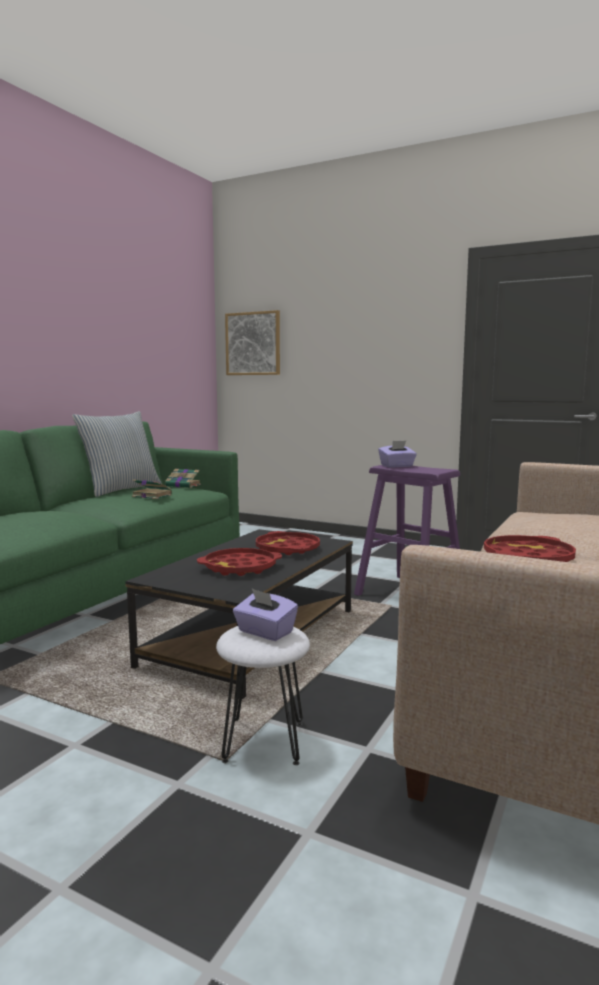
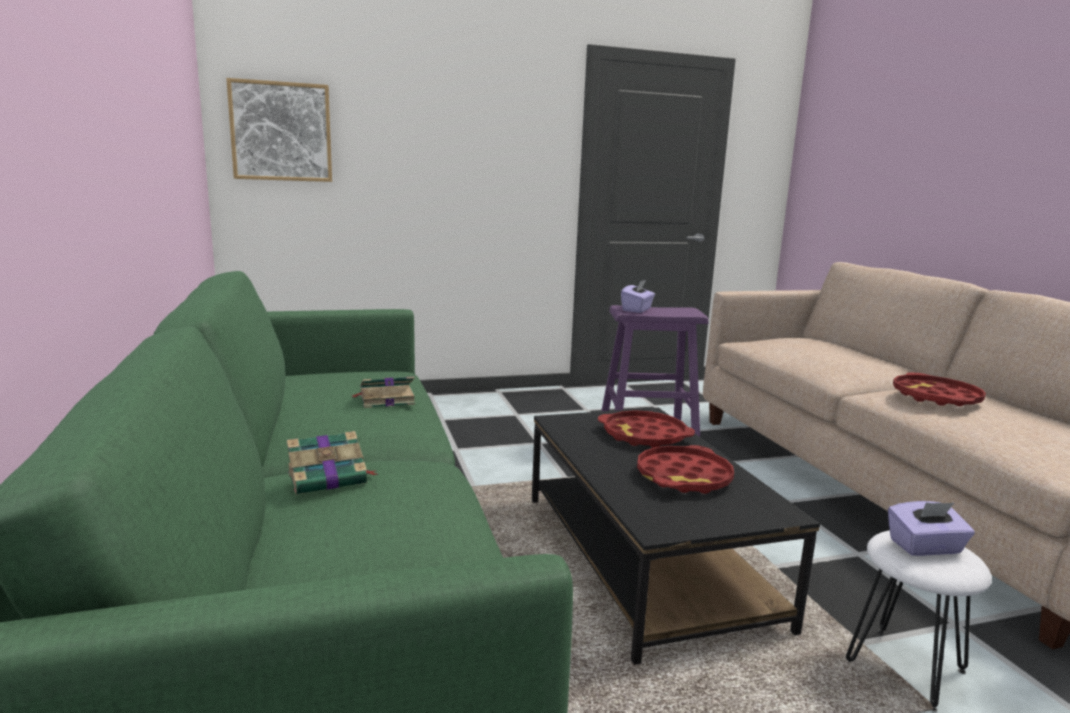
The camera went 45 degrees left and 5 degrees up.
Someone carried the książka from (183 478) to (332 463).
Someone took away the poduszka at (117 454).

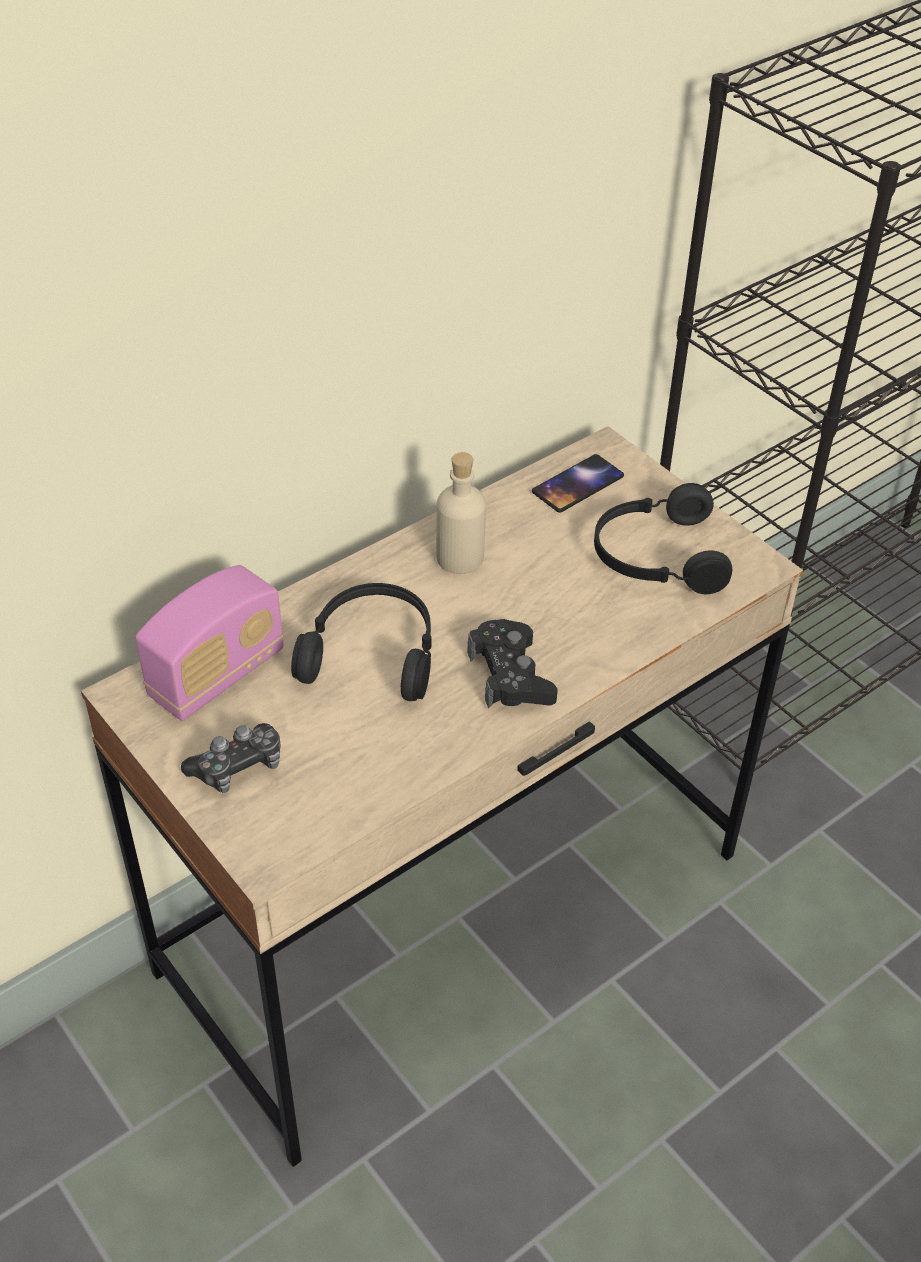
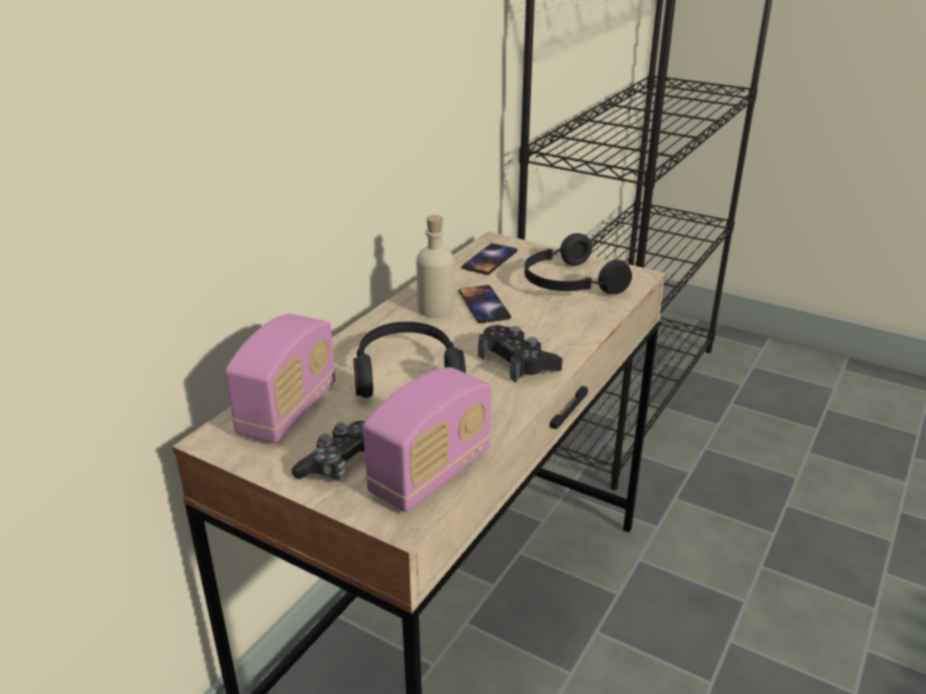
The camera went 20 degrees left and 15 degrees down.
Someone put down the radio at (427 439).
Someone put down the telefon at (485 304).

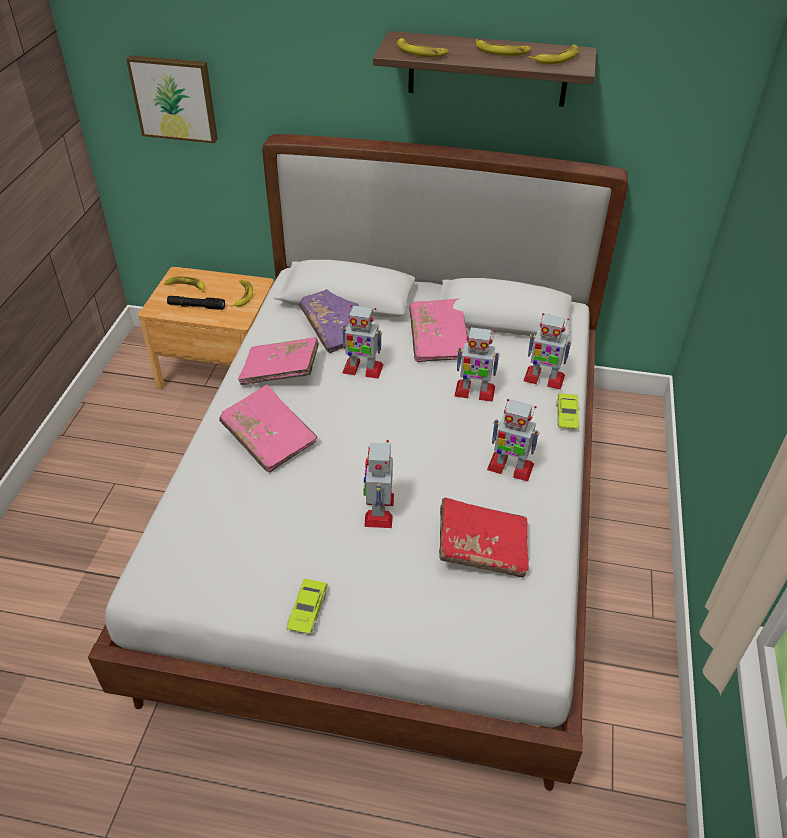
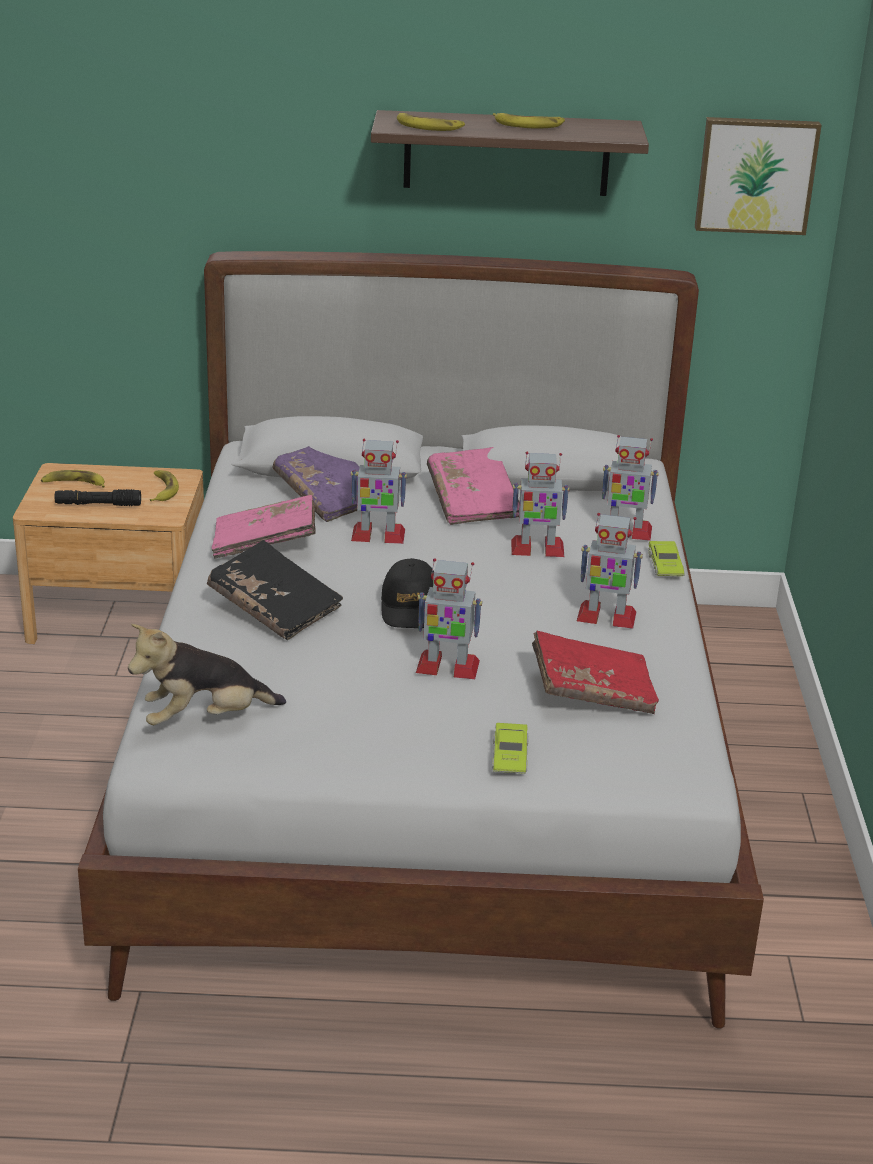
The camera went 10 degrees left and 15 degrees down.
Someone put down the pluszak at (207 674).
Someone repainted the książka (różowy) at (268 429), which became the książka (czarny) at (275 590).
Someone put down the czapka z daszkiem (czarny) at (407 593).
Someone rotated the robot zabawkowy at (378 484) by 75 degrees counterclockwise.
Someone carried the samochodzik (zielony) from (306 606) to (510 748).
Someone carried the obraz from (172 99) to (758 176).
Someone took away the banan at (554 54).

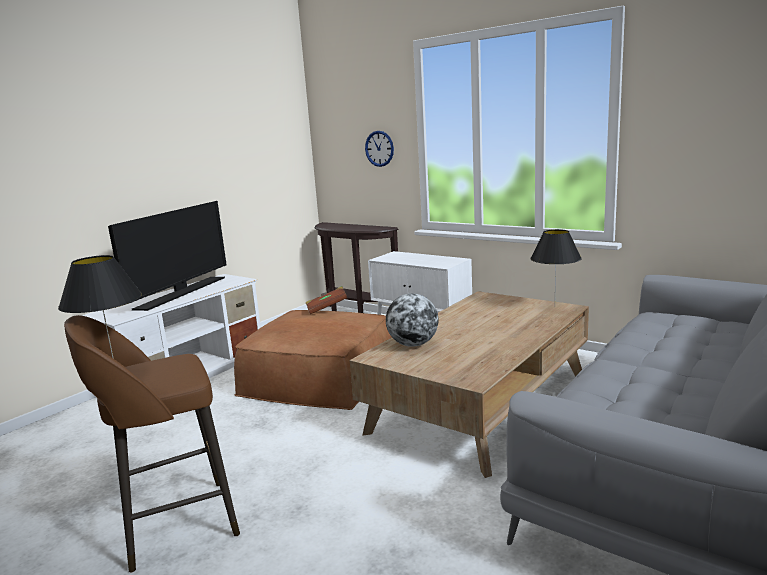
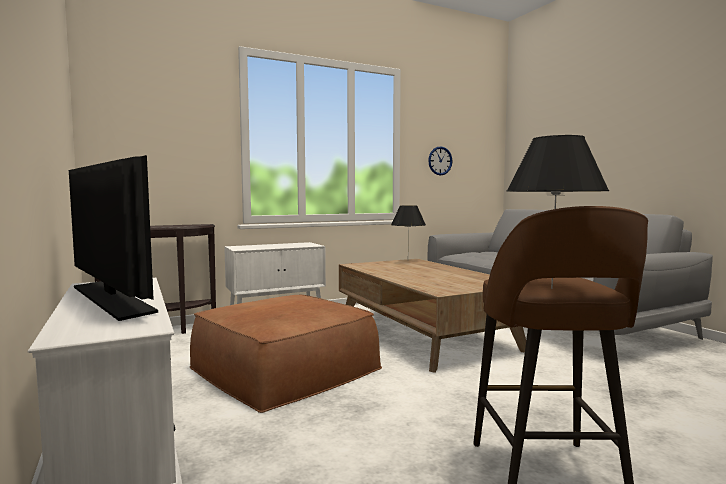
The camera went 65 degrees left and 10 degrees down.
Someone carried the zegar ścienny from (379 149) to (440 160).
Someone took away the książka (brązowy) at (326 300).
Someone took away the globus at (412 320).

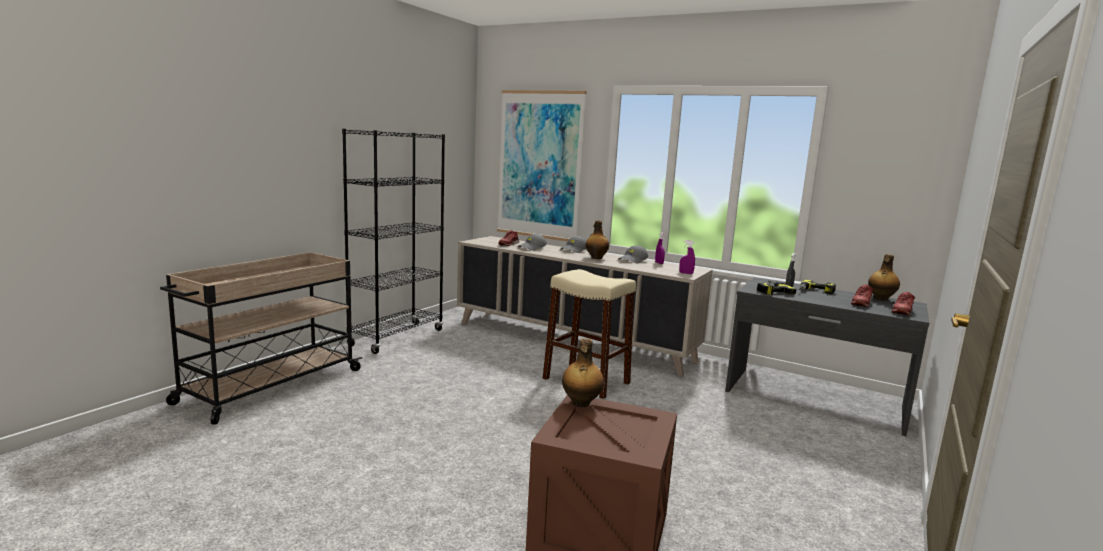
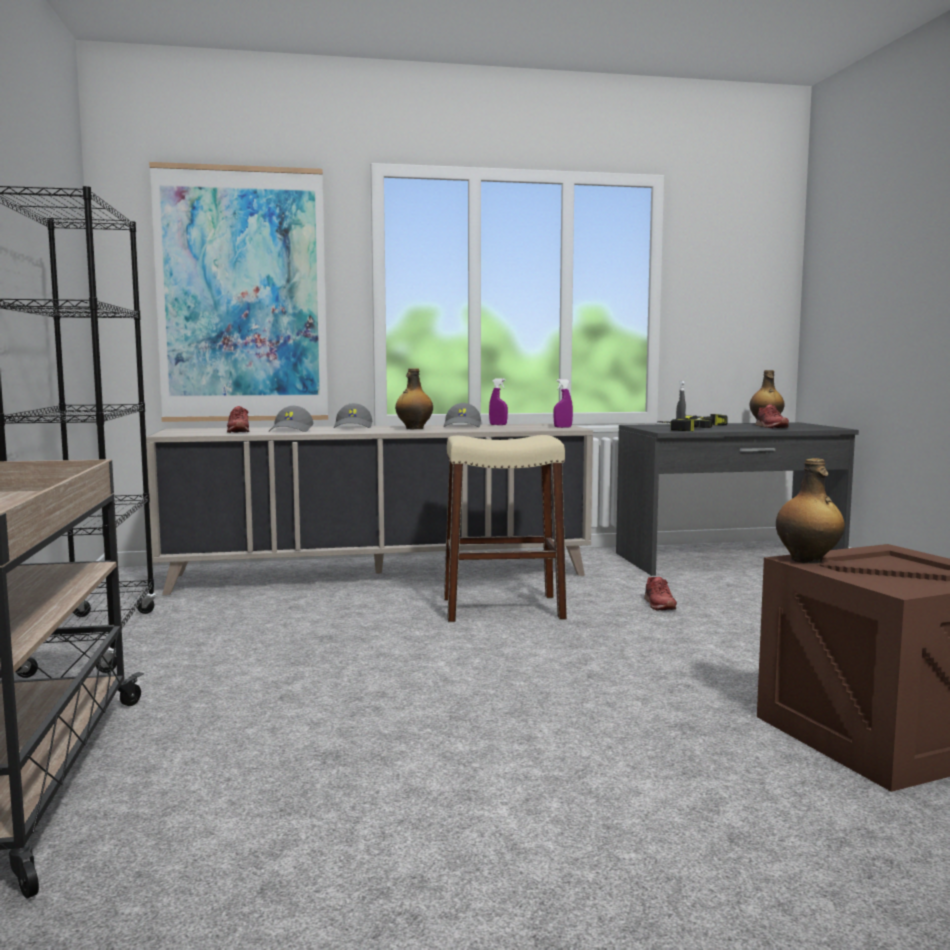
The camera went 40 degrees left and 5 degrees down.
Someone carried the but (czerwony) from (903 304) to (660 594).

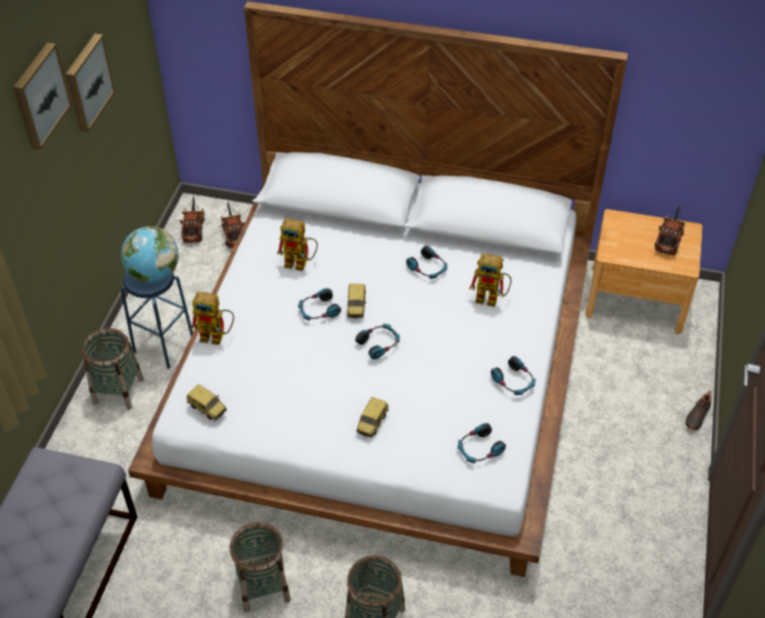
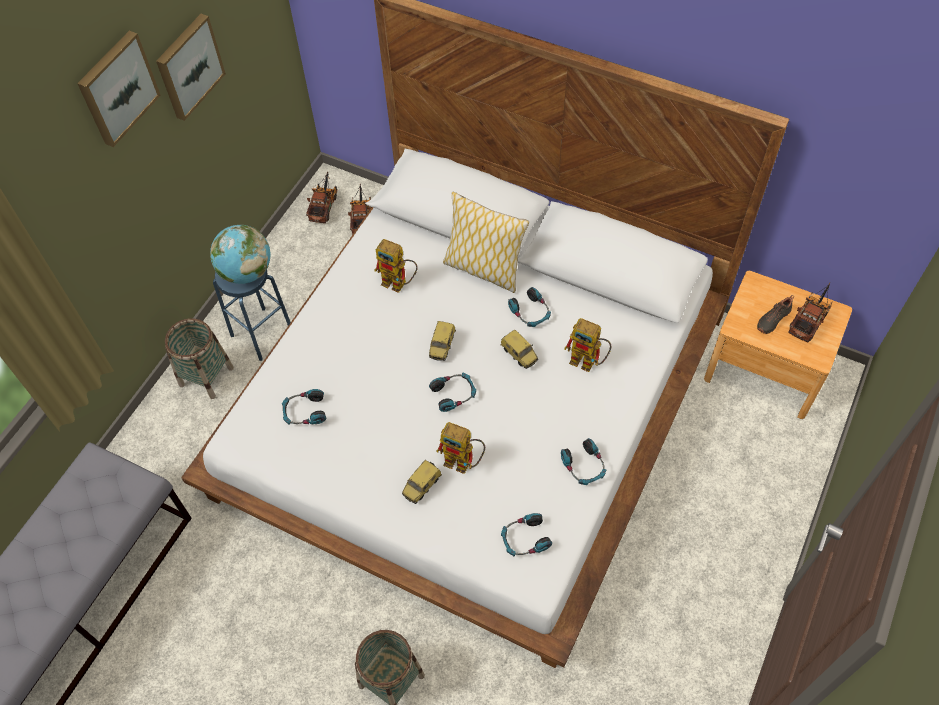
The camera went 15 degrees right and 10 degrees up.
Someone carried the słuchawki from (319 304) to (304 406).
Someone carried the robot zabawkowy from (212 318) to (460 448).
Someone put down the poduszka at (486 242).
Someone carried the samochodzik from (207 402) to (519 349).
Someone carried the but (czarny) from (698 411) to (775 314).
Someone took away the koszyk at (260 567).

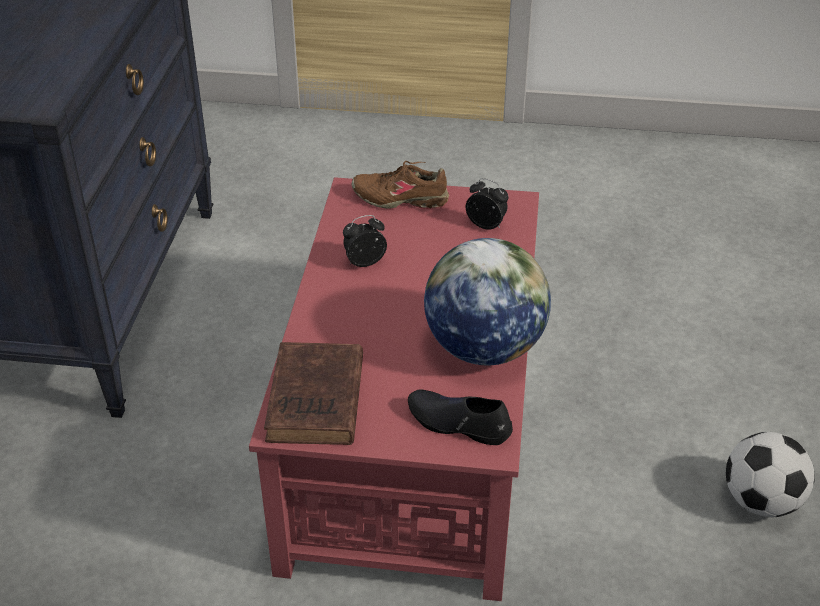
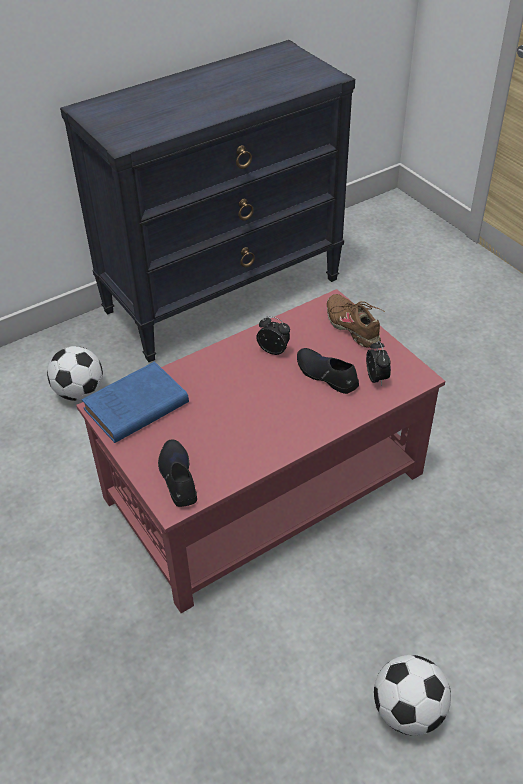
The camera went 50 degrees right and 5 degrees up.
Someone put down the piłka futbolowa at (75 373).
Someone repainted the książka (brązowy) at (313 393), which became the książka (niebieski) at (135 402).
Someone put down the but (czarny) at (328 371).
Someone took away the globus at (487 301).

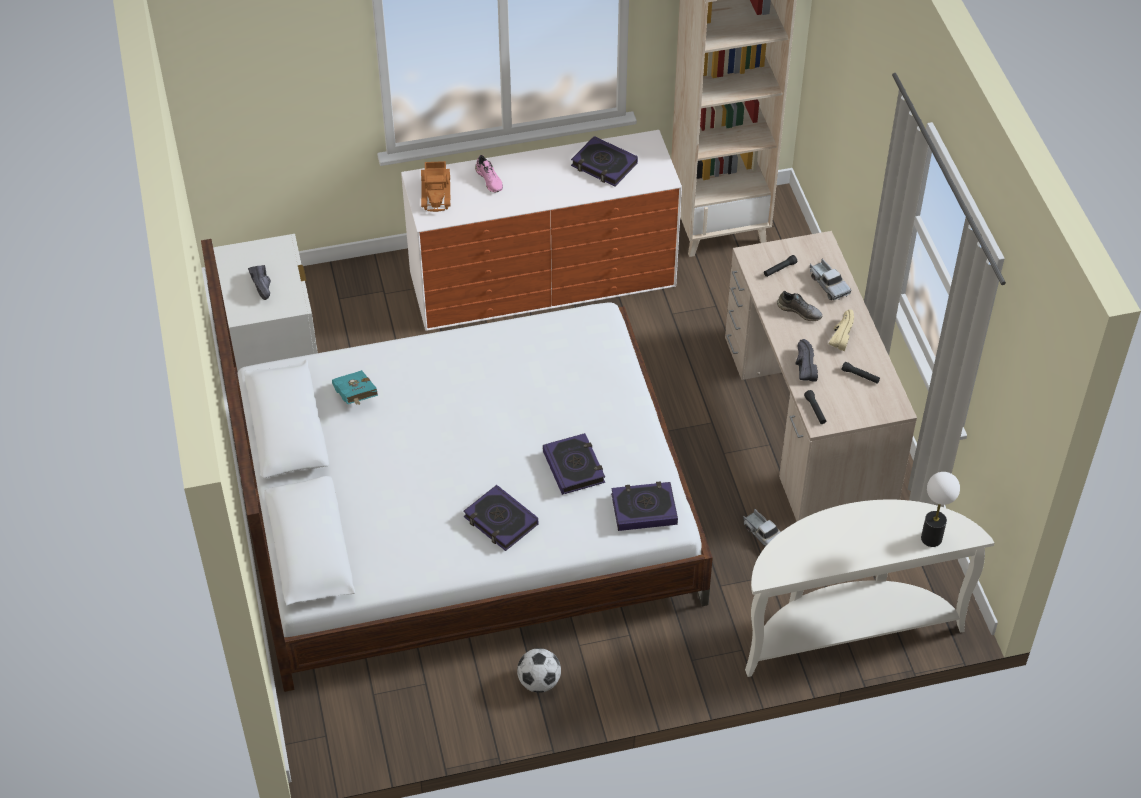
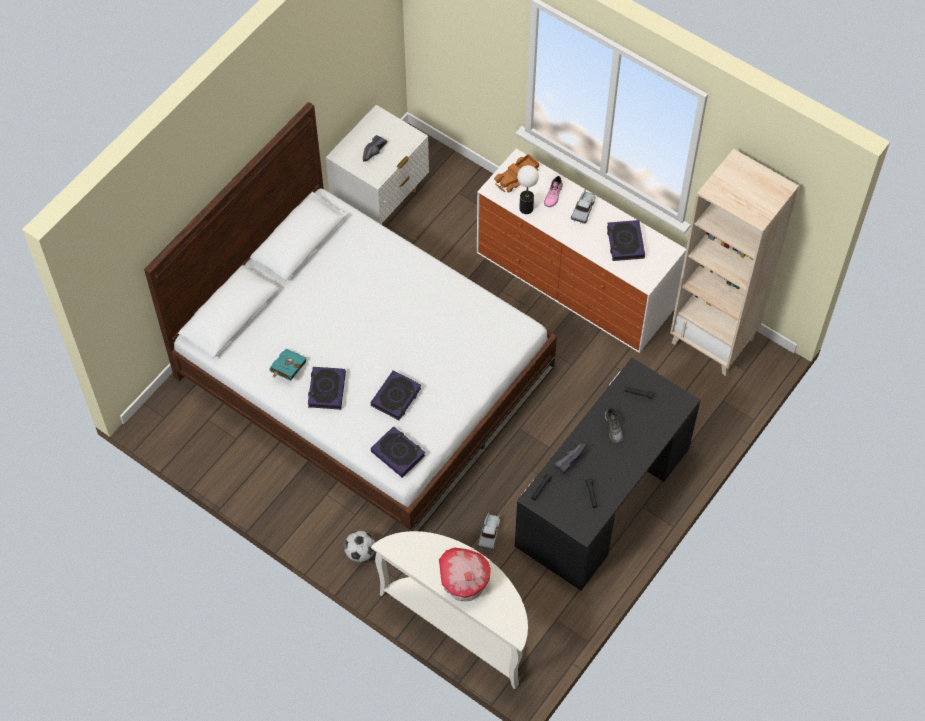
The camera went 50 degrees right and 10 degrees up.
Someone carried the książka (turkusowy) from (355 387) to (288 365).
Someone carried the piłka futbolowa from (539 670) to (359 546).
Someone put down the domek at (465 574).
Someone repainted the biurko (beżowy) at (821 376), which became the biurko (czarny) at (608 474).
Someone carried the lampa stołowa from (940 509) to (528 189).
Someone carried the ciężarówka zabawkowa from (831 279) to (583 206).
Someone took away the but (beżowy) at (841 330).

